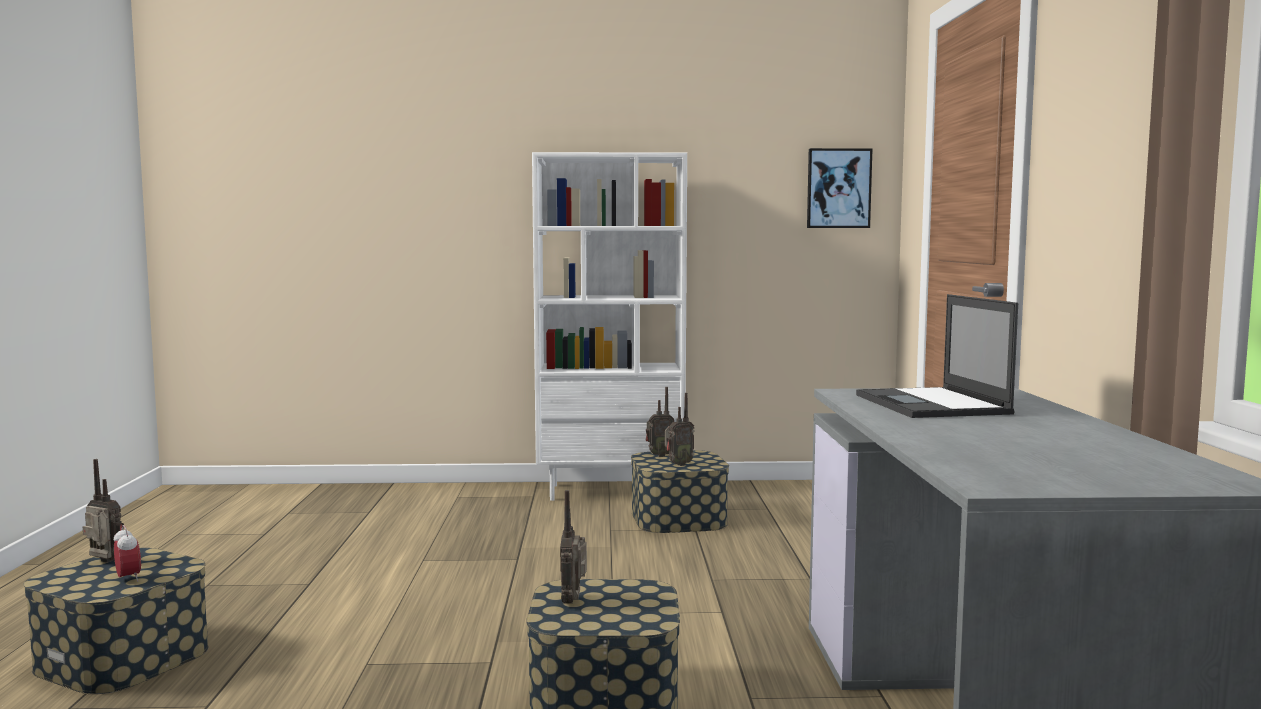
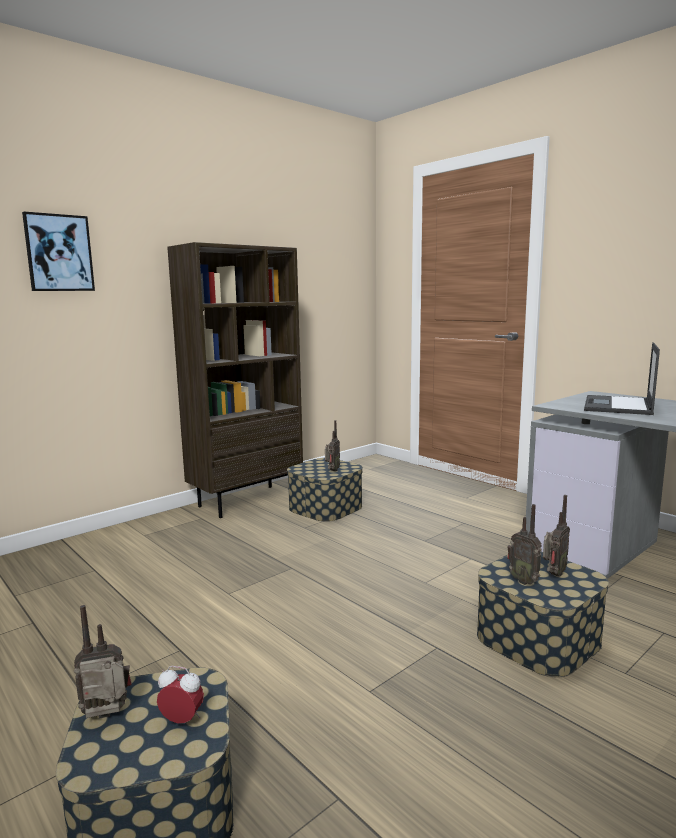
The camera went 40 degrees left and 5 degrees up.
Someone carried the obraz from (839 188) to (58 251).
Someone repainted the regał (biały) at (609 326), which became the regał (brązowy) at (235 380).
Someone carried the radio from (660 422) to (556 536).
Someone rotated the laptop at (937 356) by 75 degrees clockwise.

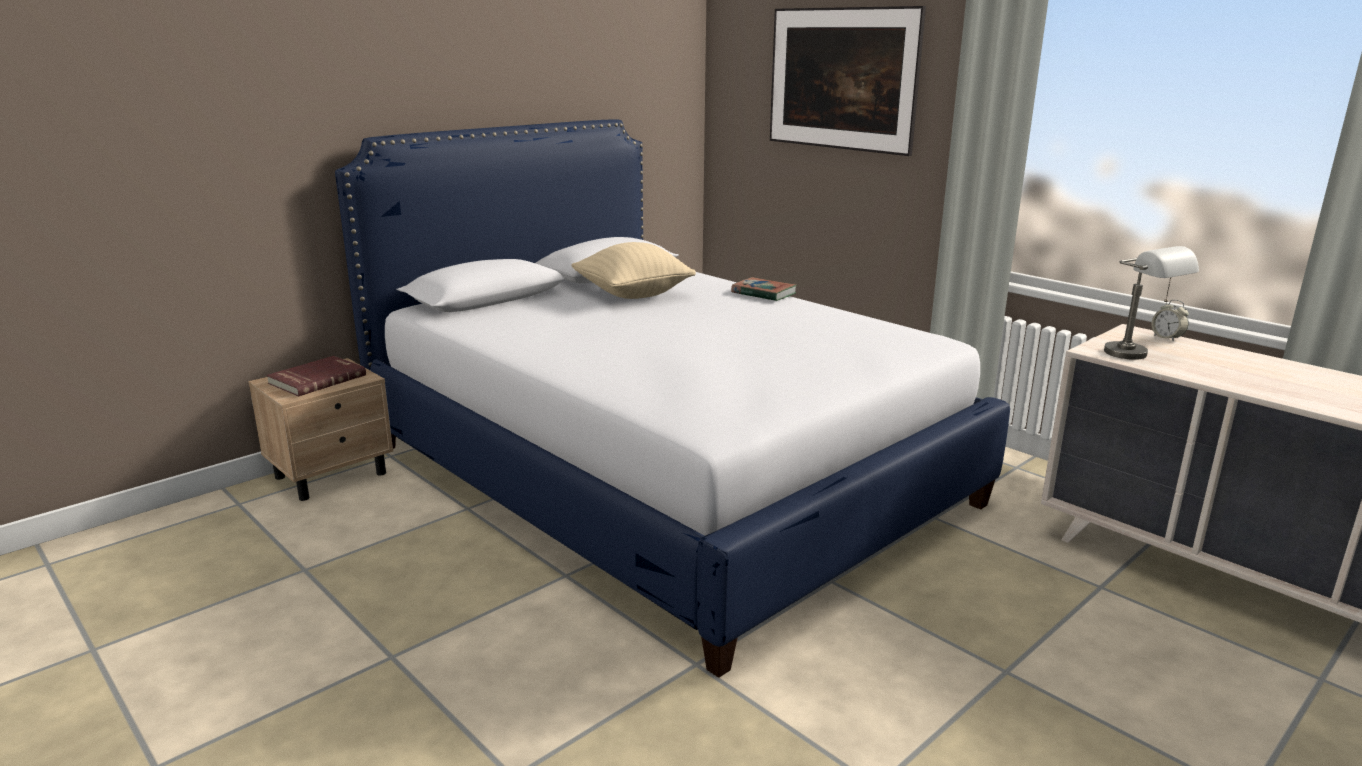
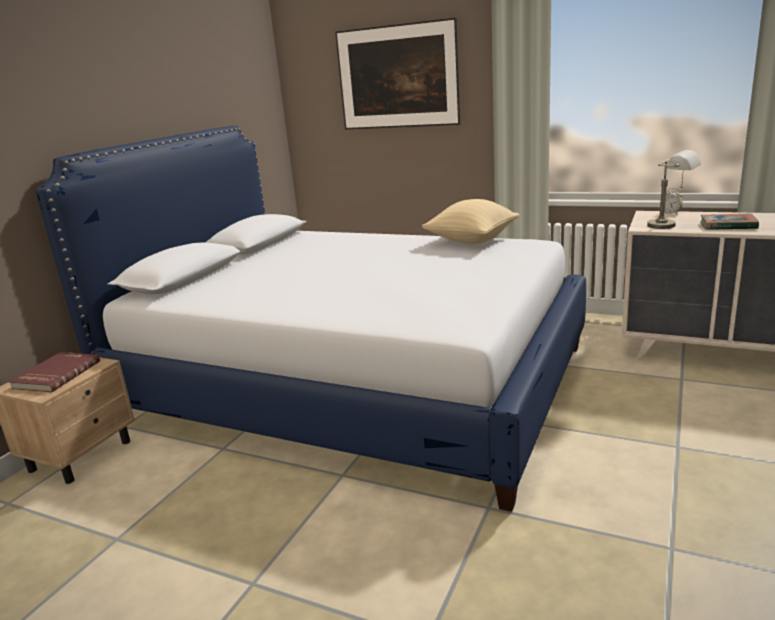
The camera went 20 degrees left and 0 degrees up.
Someone carried the poduszka (beżowy) from (633 270) to (470 221).
Someone carried the książka from (764 289) to (729 221).

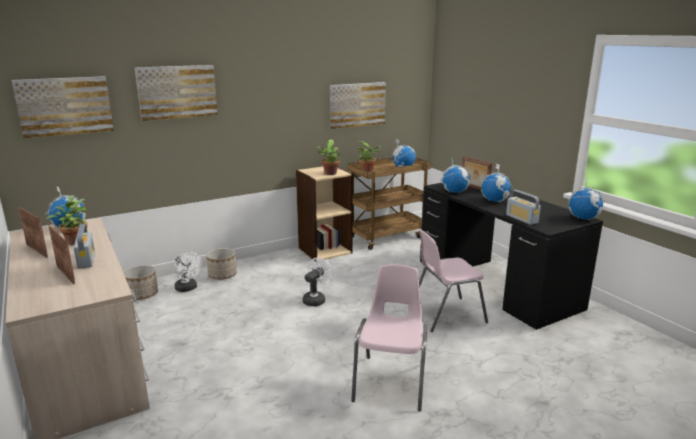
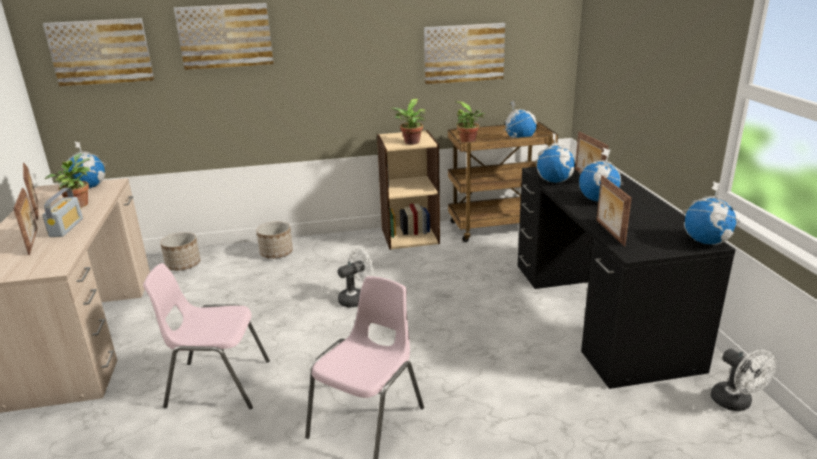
The camera went 20 degrees right and 5 degrees up.
Someone carried the krzesło (różowy) from (453 280) to (206 336).
Someone swapped the radio at (523 207) for the ramka na zdjęcie at (614 210).
Someone carried the wentylator (biały) from (188 272) to (743 380).

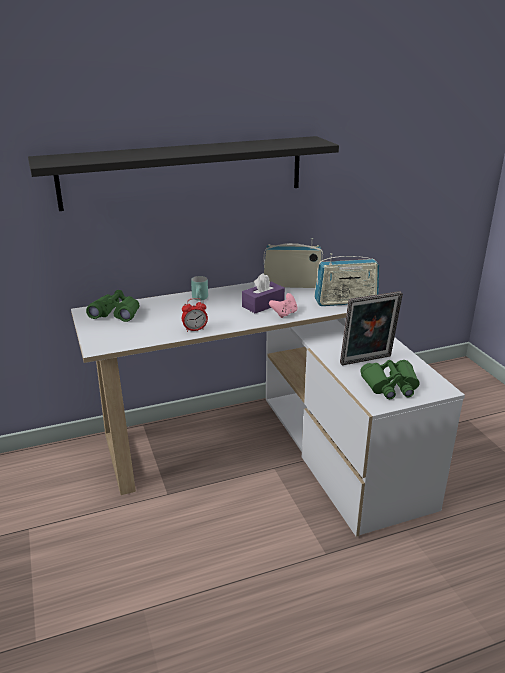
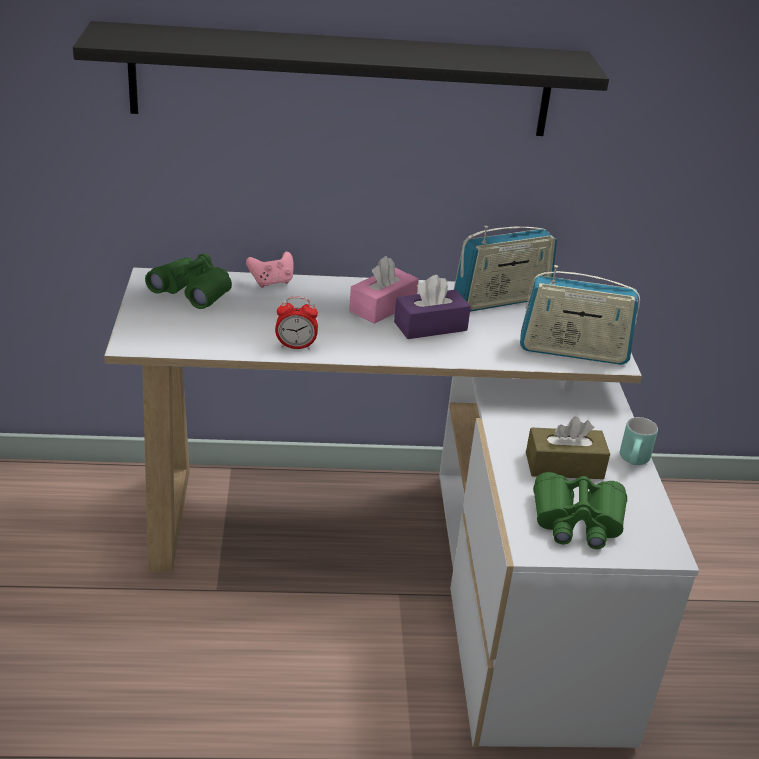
The camera went 15 degrees right and 5 degrees up.
Someone carried the pad do gier (różowy) from (283 305) to (270 270).
Someone put down the pudełko chusteczek (różowy) at (384 290).
Someone rotated the radio at (293 263) by 135 degrees clockwise.
Someone swapped the ramka na zdjęcie at (371 328) for the pudełko chusteczek (brązowy) at (568 447).
Someone carried the kubek (turkusowy) from (199 288) to (639 441).

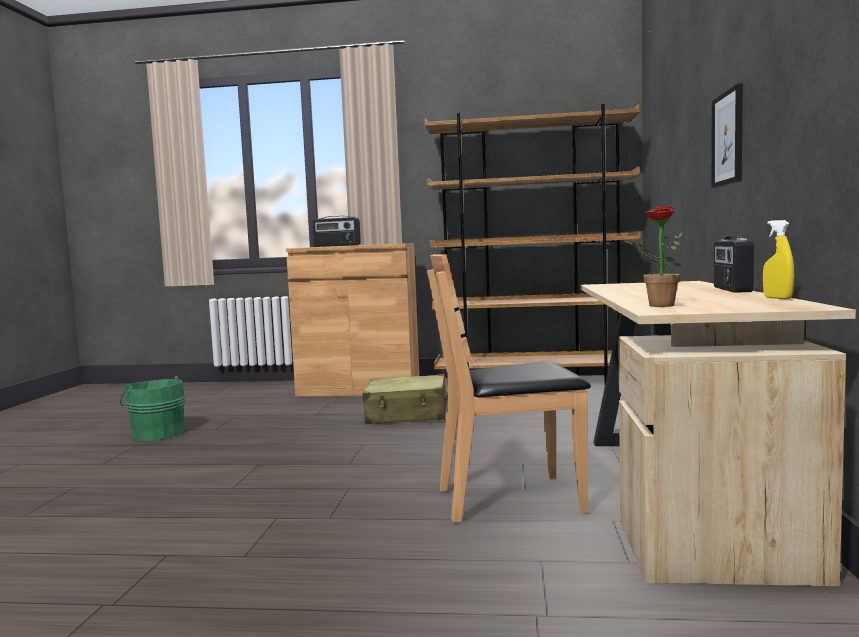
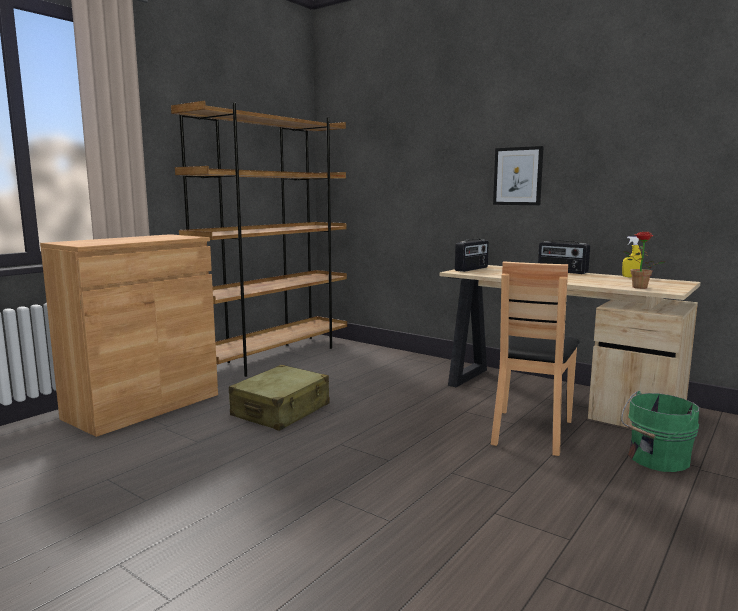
The camera went 60 degrees left and 5 degrees up.
Someone carried the radio from (336 231) to (472 255).
Someone carried the wiadro (zielony) from (152 408) to (660 431).

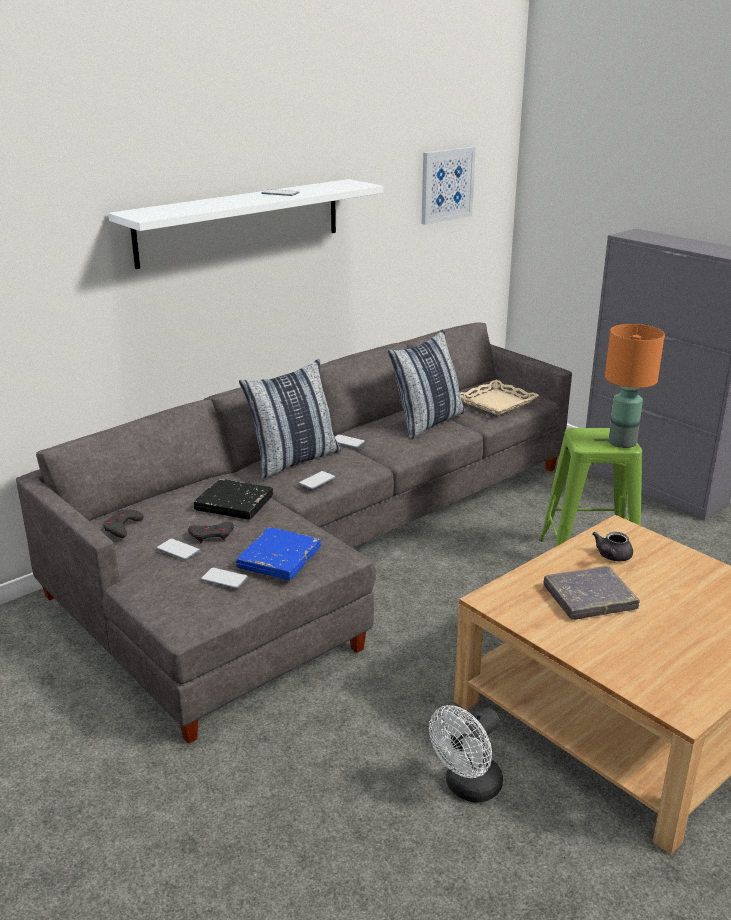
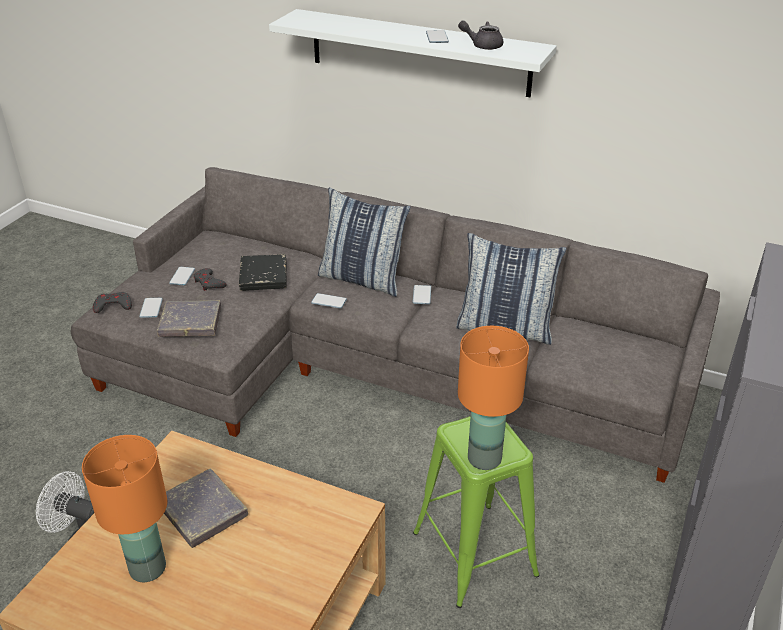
The camera went 65 degrees right and 10 degrees up.
Someone put down the lampa stołowa (pomarańczowy) at (124 508).
Someone carried the pad do gier (szary) from (123 524) to (112 302).
Someone repainted the książka (niebieski) at (278 553), which became the książka (szary) at (189 318).
Someone carried the imbryk (szary) from (612 546) to (480 35).
Someone took away the obraz at (448 186).
Someone took away the taca (beżowy) at (500 397).

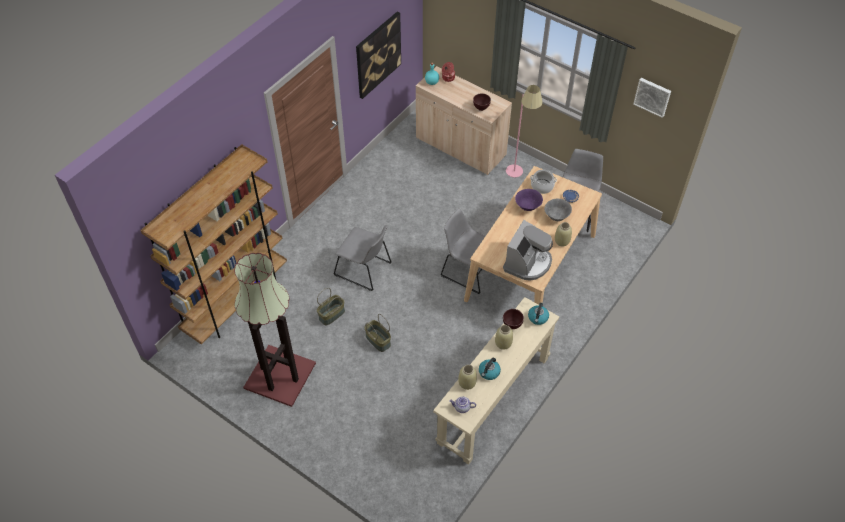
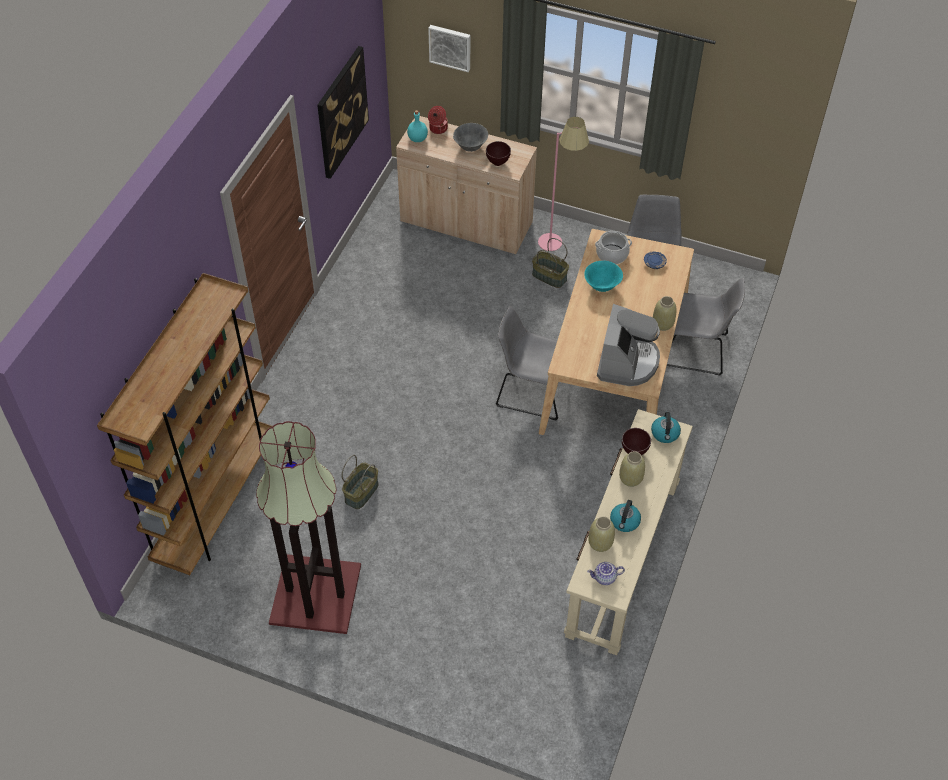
The camera went 15 degrees left and 0 degrees up.
Someone carried the obraz from (652 98) to (449 48).
Someone carried the miska (szary) from (558 209) to (470 137).
Someone carried the koszyk from (377 333) to (550 263).
Someone repainted the miska (fioletowy) at (529 200), which became the miska (turkusowy) at (603 276).
Someone carried the krzesło (szary) from (362 258) to (706 327).

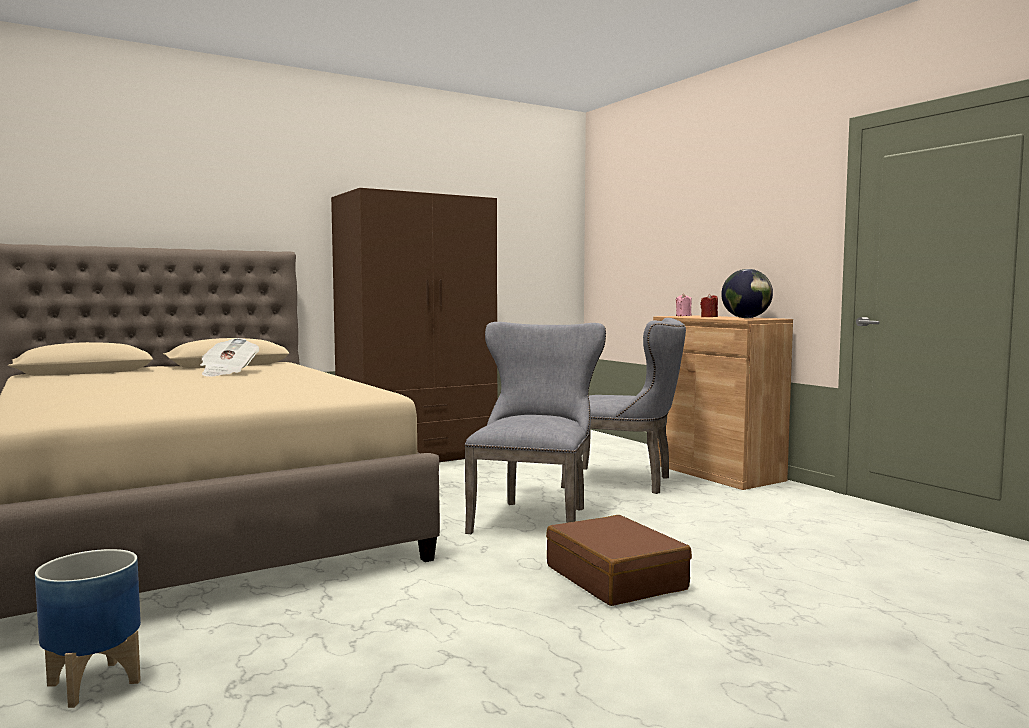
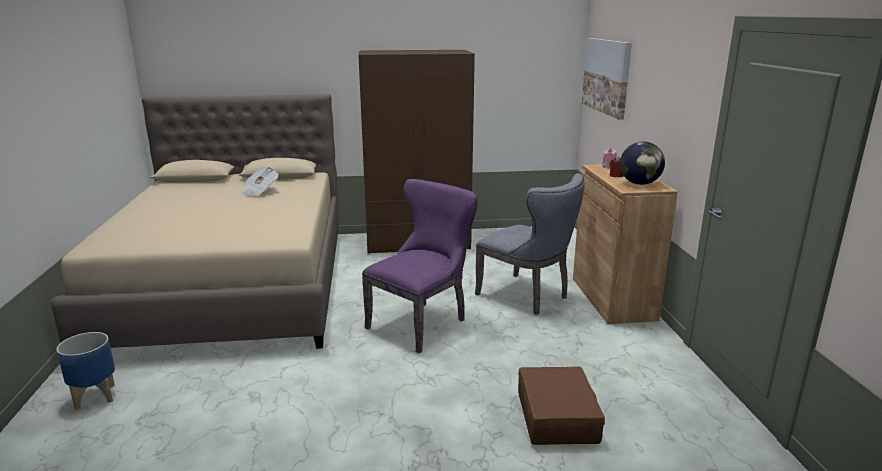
The camera went 25 degrees right and 15 degrees up.
Someone repainted the krzesło (szary) at (535 428), which became the krzesło (fioletowy) at (420 266).
Someone carried the walizka (brązowy) from (619 560) to (561 405).
Someone put up the obraz at (607 78).

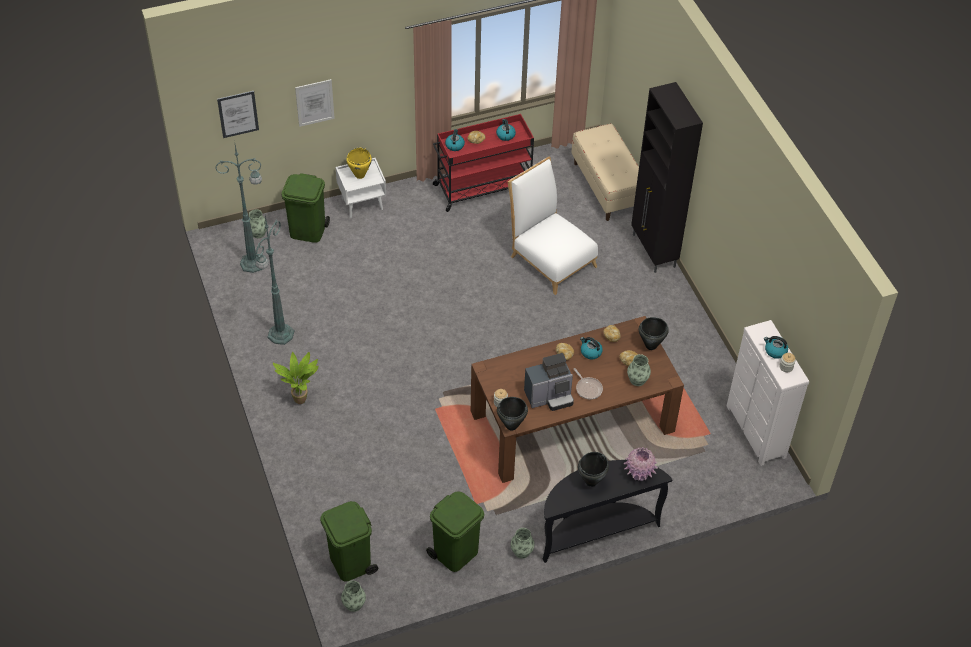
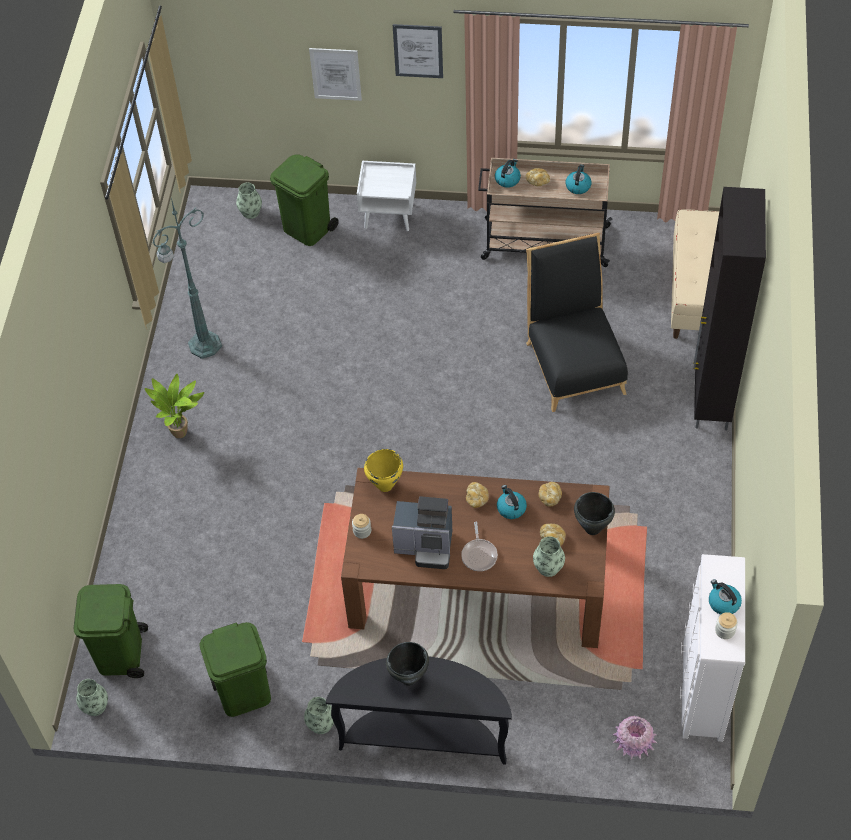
The camera went 30 degrees right and 5 degrees up.
Someone carried the garnek (żółty) from (359 163) to (383 470).
Someone carried the obraz from (238 114) to (418 51).
Someone repainted the wózek (czerwony) at (483 163), which became the wózek (beżowy) at (545 212).
Someone repainted the krzesło (biały) at (553 225), which became the krzesło (czarny) at (577 322).
Someone carried the wazon (różowy) from (641 464) to (634 737).
Someone took away the lampa stojąca (zielony) at (239 209).
Someone took away the garnek (czarny) at (512 414).

